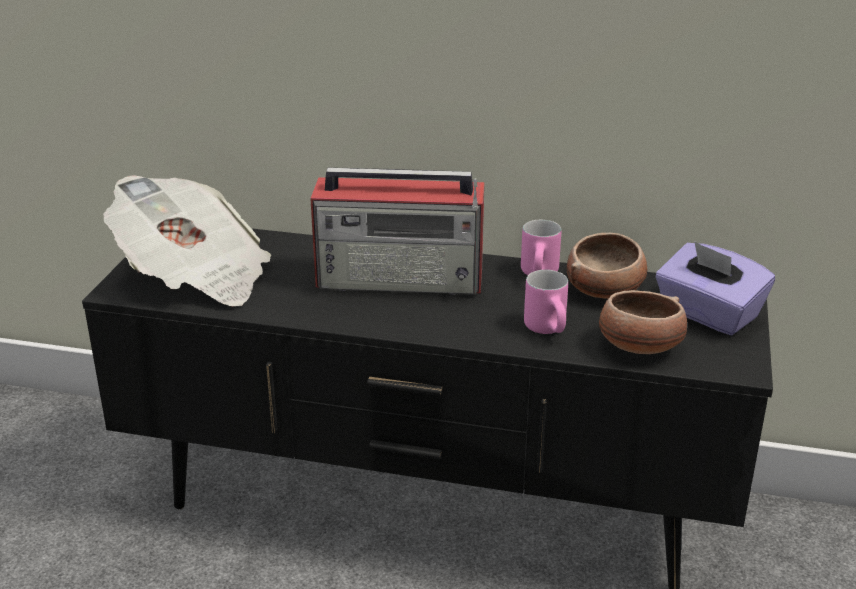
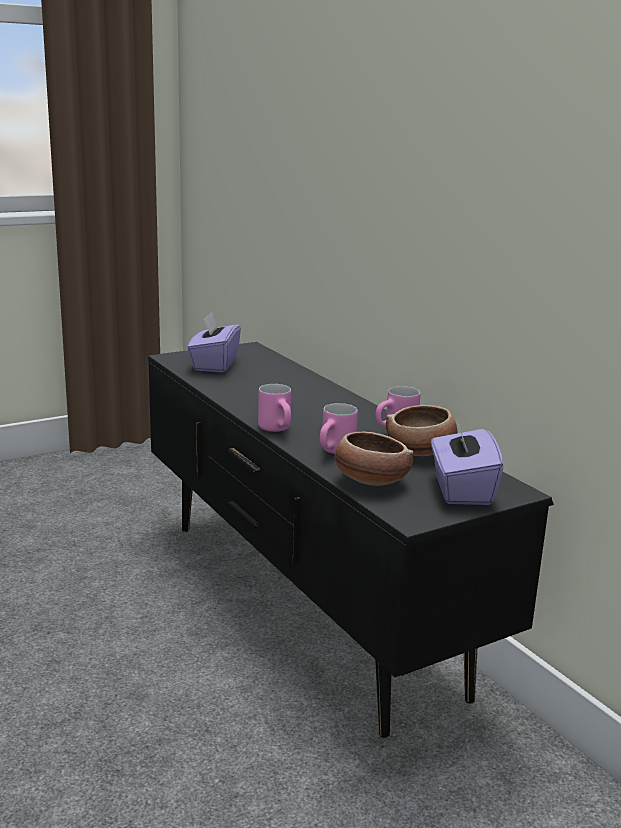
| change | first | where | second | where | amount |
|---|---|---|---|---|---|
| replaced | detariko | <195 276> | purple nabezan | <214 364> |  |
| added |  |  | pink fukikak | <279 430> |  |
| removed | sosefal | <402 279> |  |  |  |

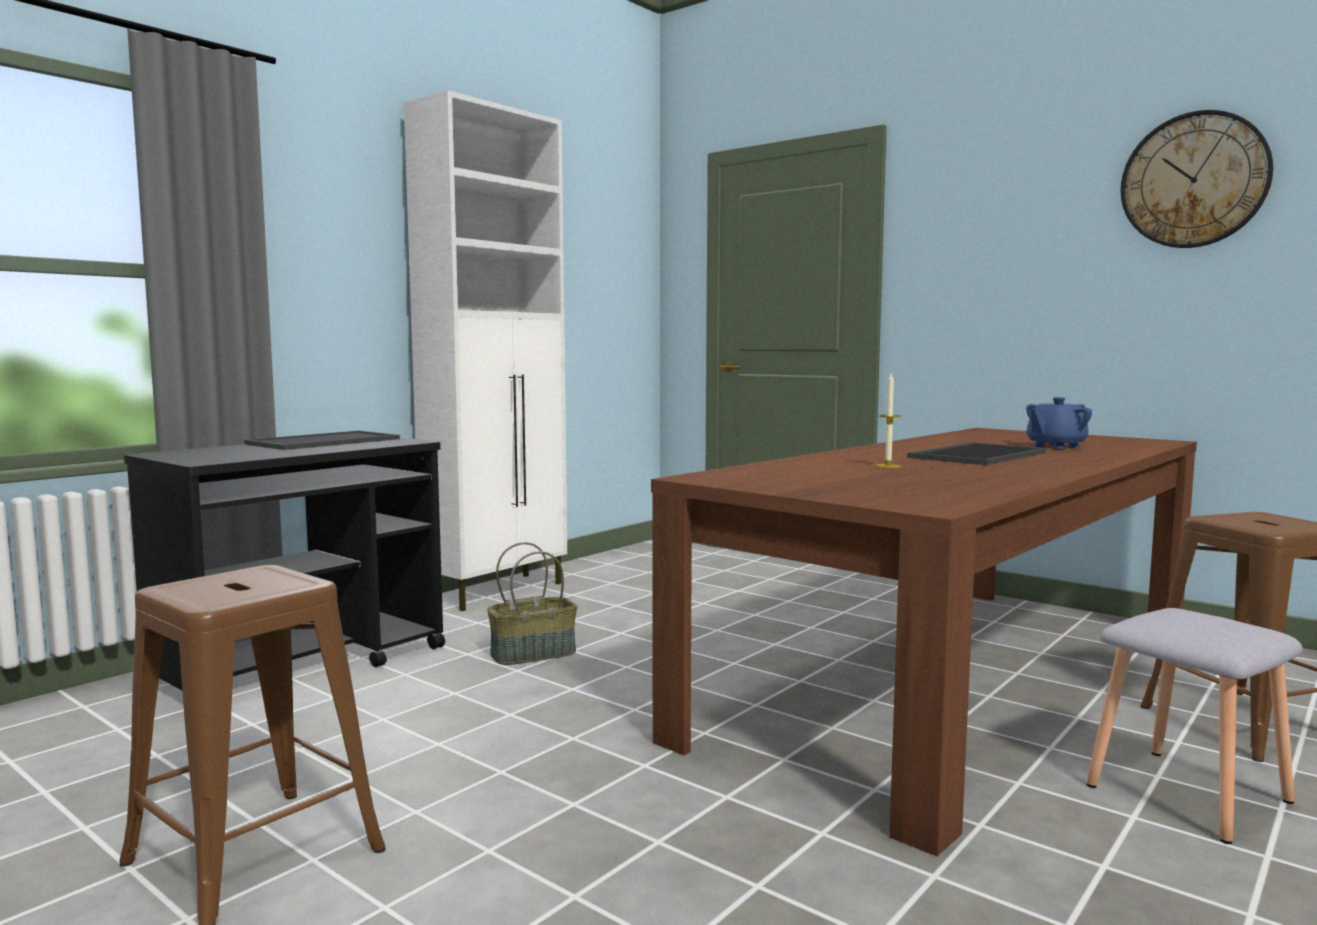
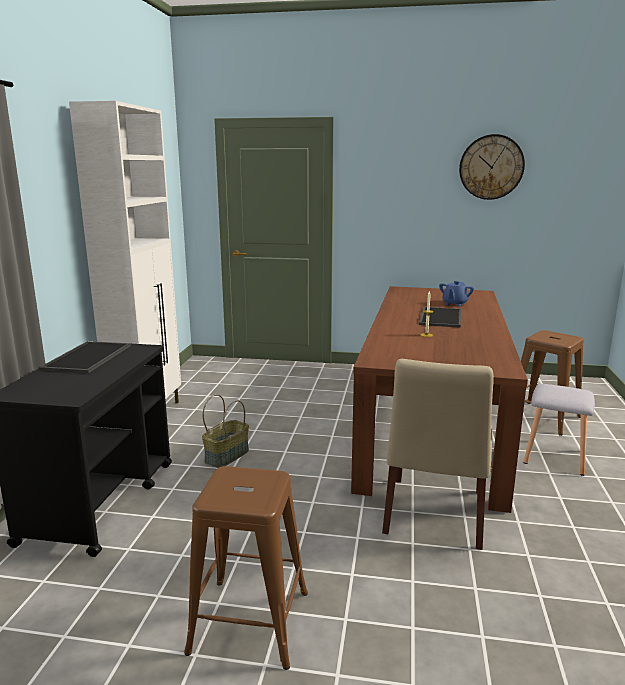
| change | first | where | second | where | amount |
|---|---|---|---|---|---|
| added |  |  | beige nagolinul | <434 514> |  |

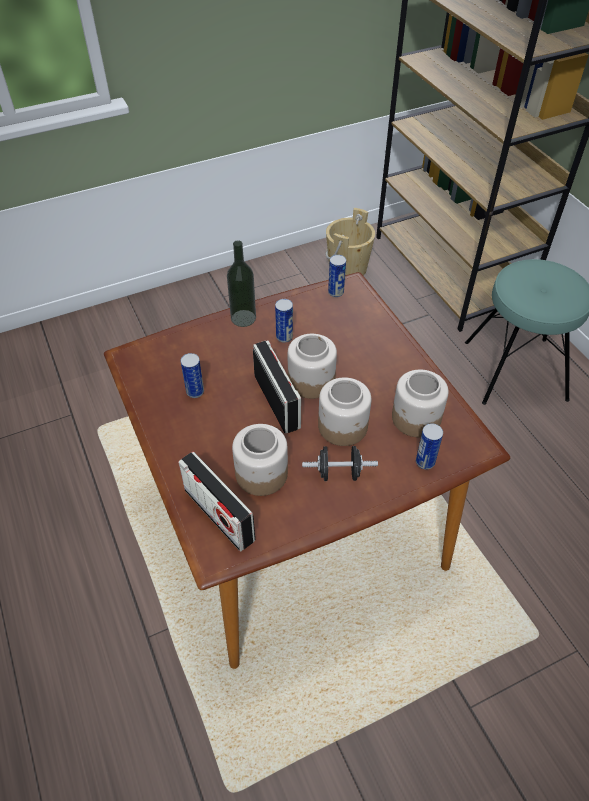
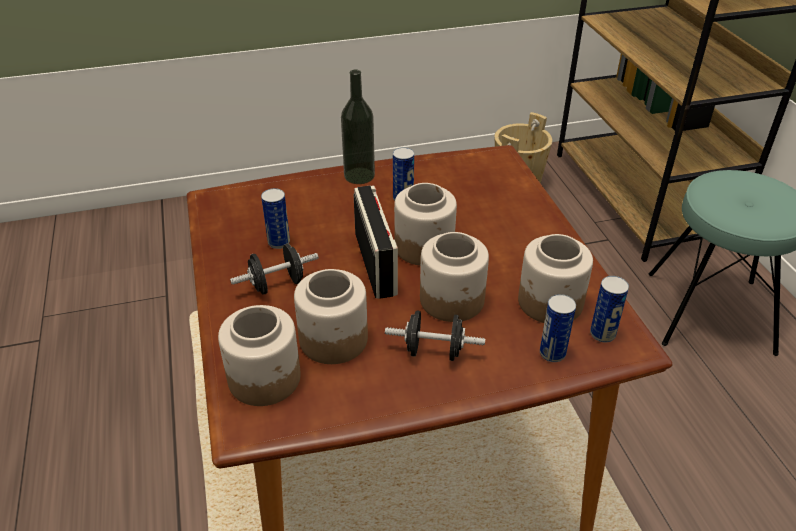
| change | first | where | second | where | amount |
|---|---|---|---|---|---|
| replaced | sosefal | <219 515> | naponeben | <265 379> |  |
| added |  |  | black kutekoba | <277 284> |  |
| moved | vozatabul | <336 292> |  | <602 334> |  |

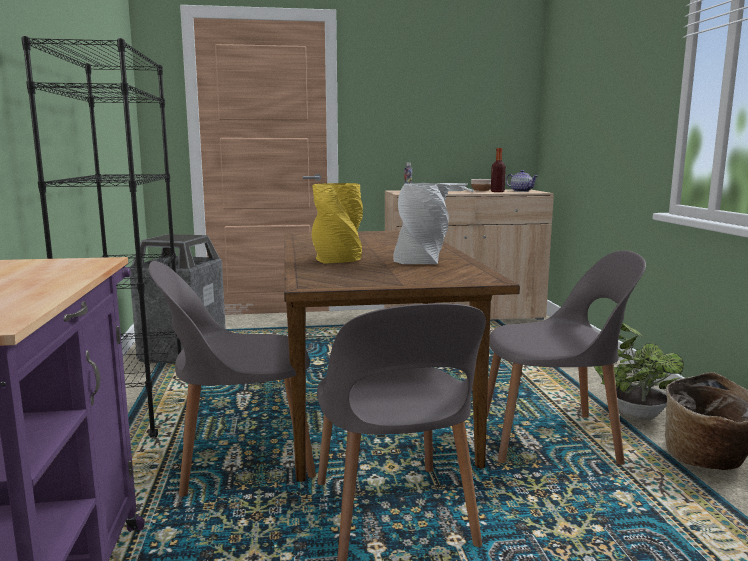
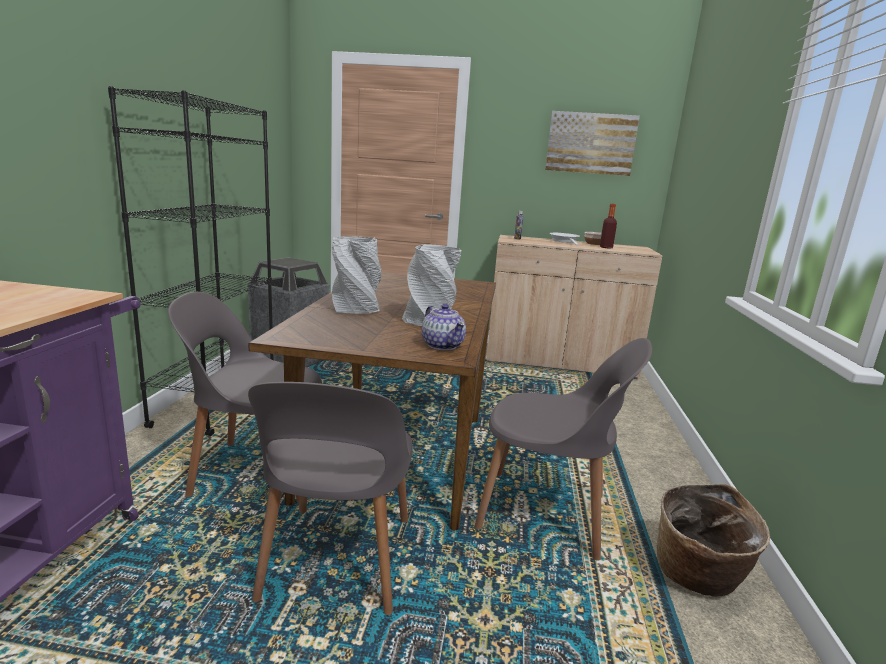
| change | first | where | second | where | amount |
|---|---|---|---|---|---|
| recoloured | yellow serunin | <338 260> | grey serunin | <356 310> |  |
| moved | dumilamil | <521 191> |  | <442 345> |  |
| added |  |  | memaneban | <590 143> |  |
| removed | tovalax | <634 413> |  |  |  |

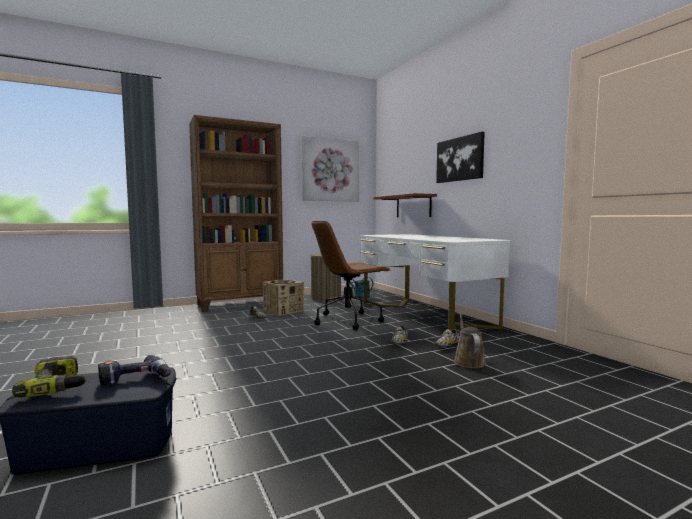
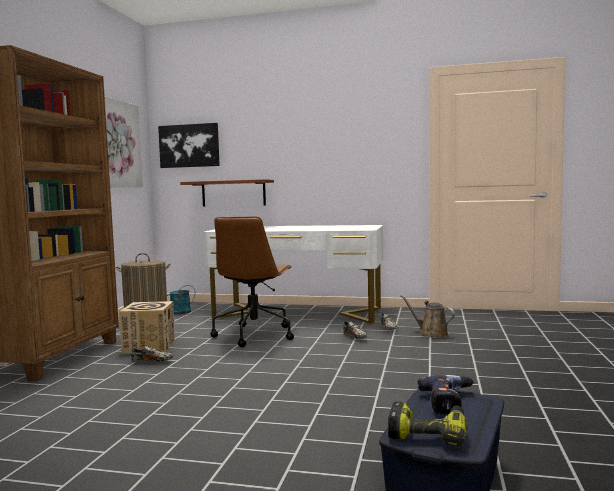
| change | first | where | second | where | amount |
|---|---|---|---|---|---|
| moved | memaneban | <460 159> |  | <189 146> |  |

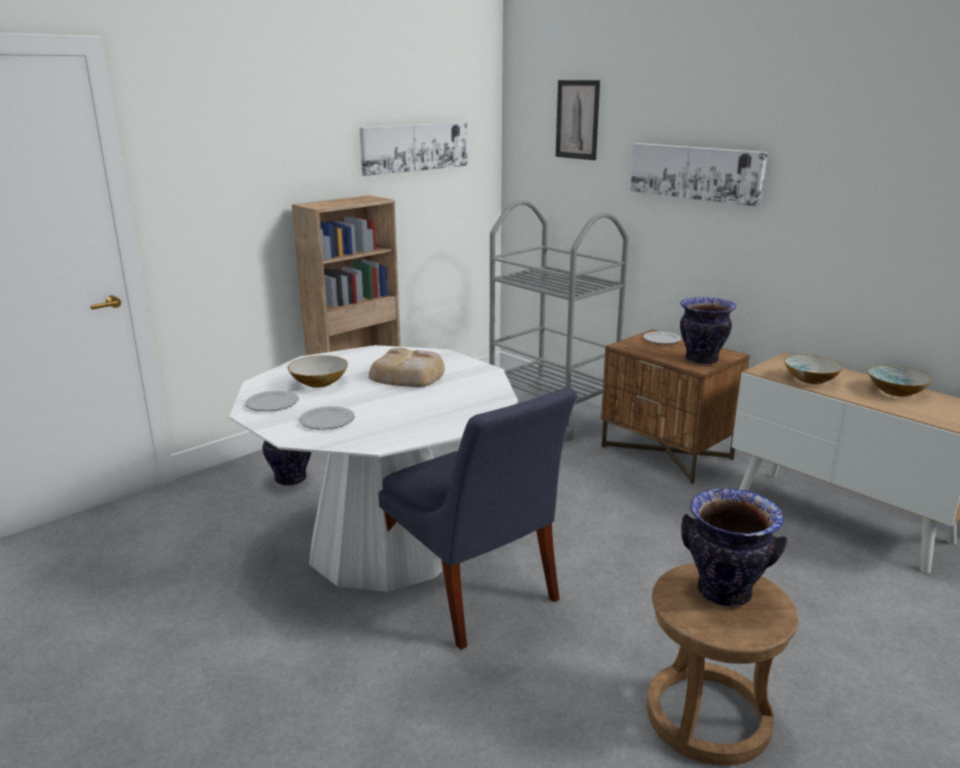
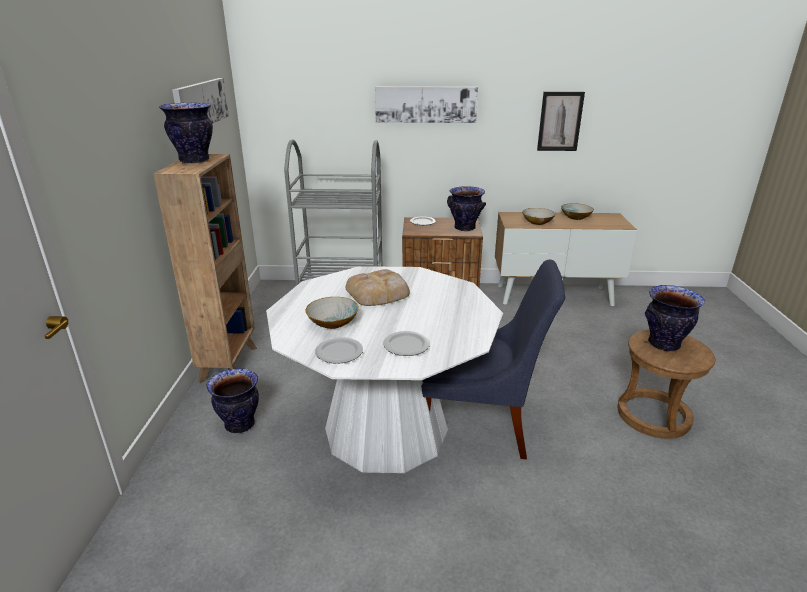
| change | first | where | second | where | amount |
|---|---|---|---|---|---|
| added |  |  | serunin | <195 160> |  |
| moved | memaneban | <577 119> |  | <560 121> |  |

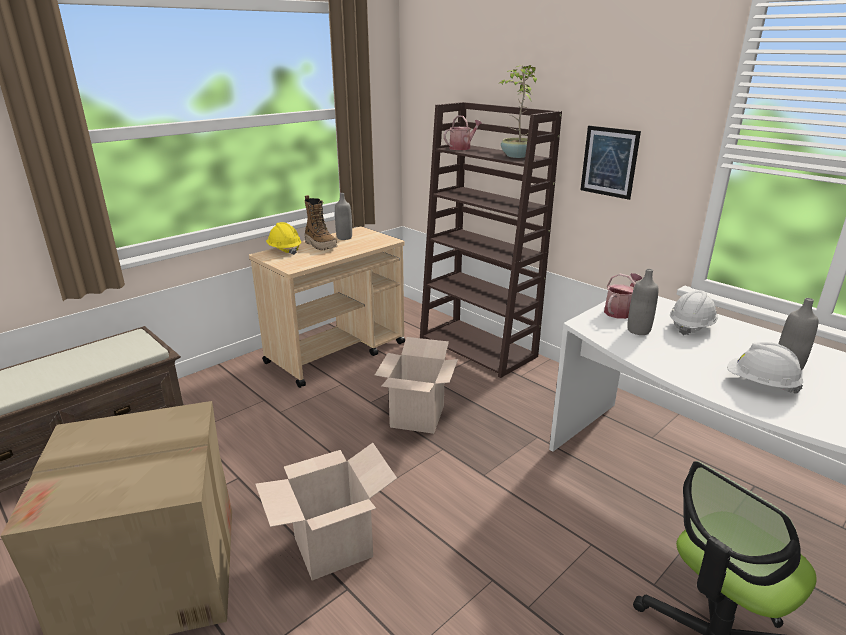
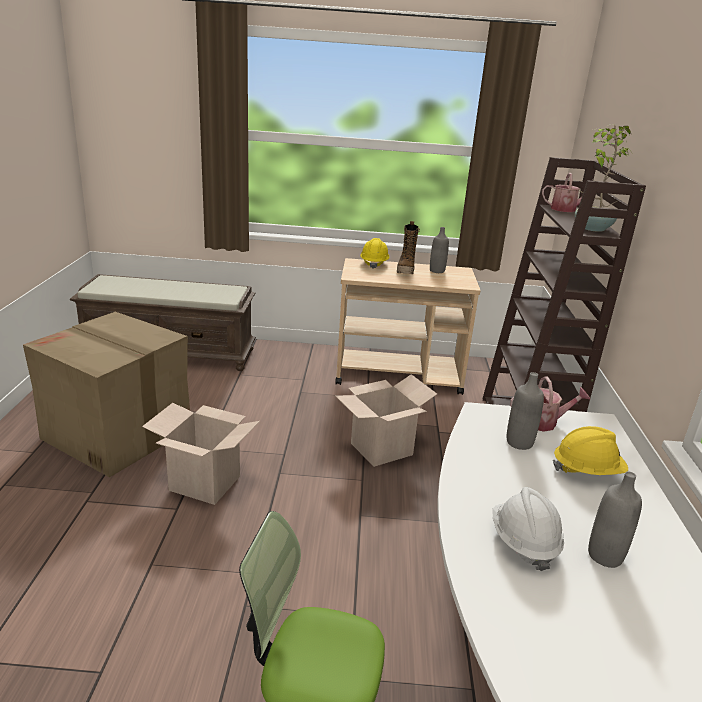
| change | first | where | second | where | amount |
|---|---|---|---|---|---|
| recoloured | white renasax | <691 326> | yellow renasax | <587 471> |  |
| removed | memaneban | <609 162> |  |  |  |

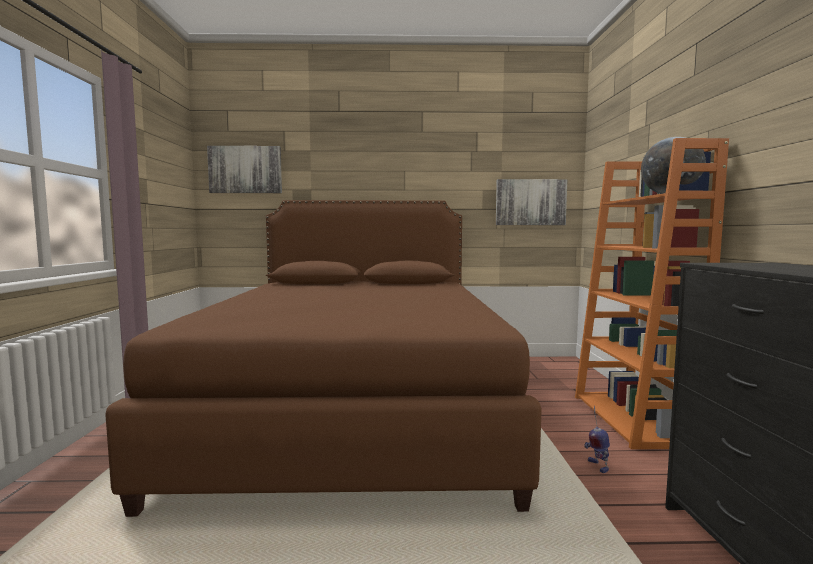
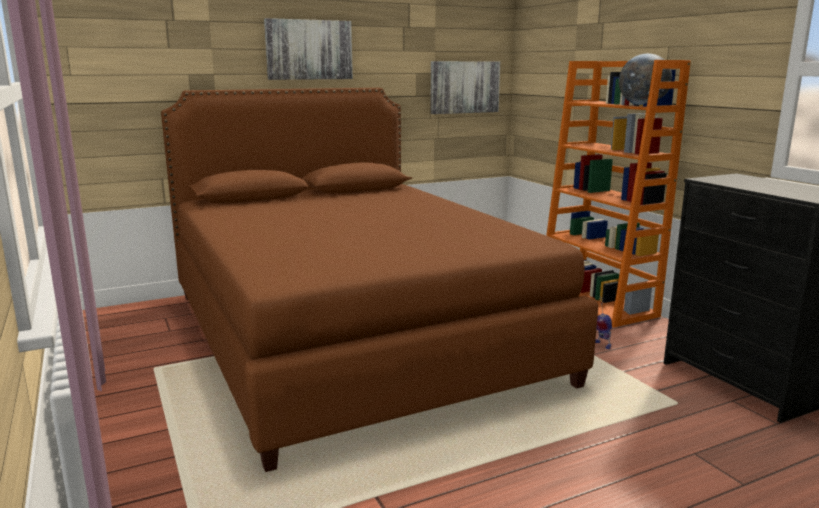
| change | first | where | second | where | amount |
|---|---|---|---|---|---|
| moved | memaneban | <245 170> |  | <309 50> |  |

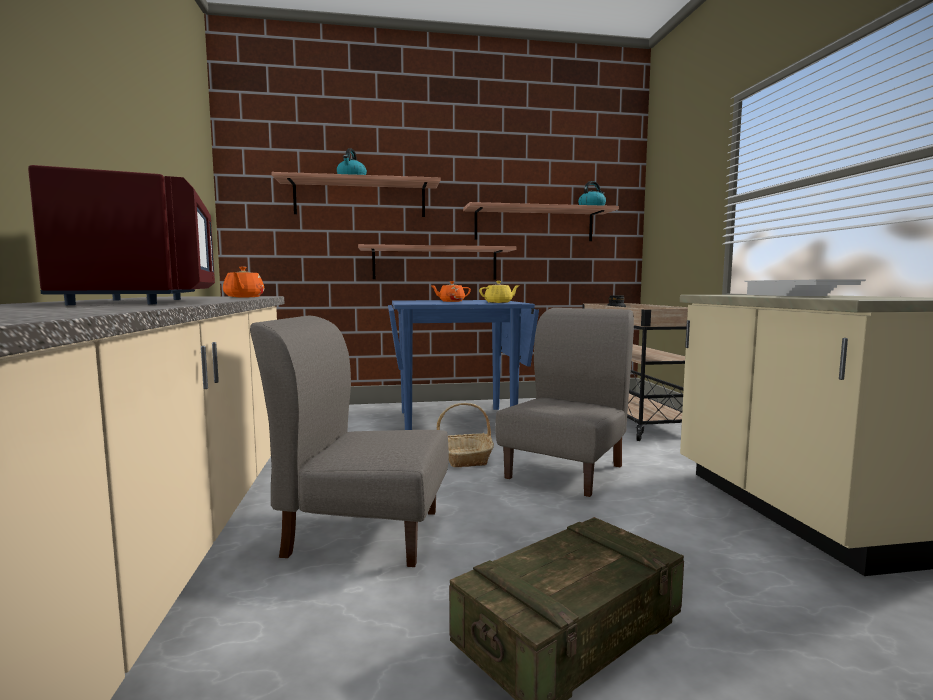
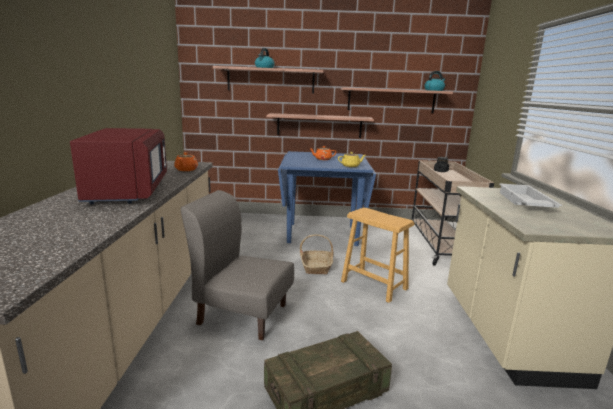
| change | first | where | second | where | amount |
|---|---|---|---|---|---|
| replaced | grey nagolinul | <566 471> | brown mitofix | <374 285> |  |

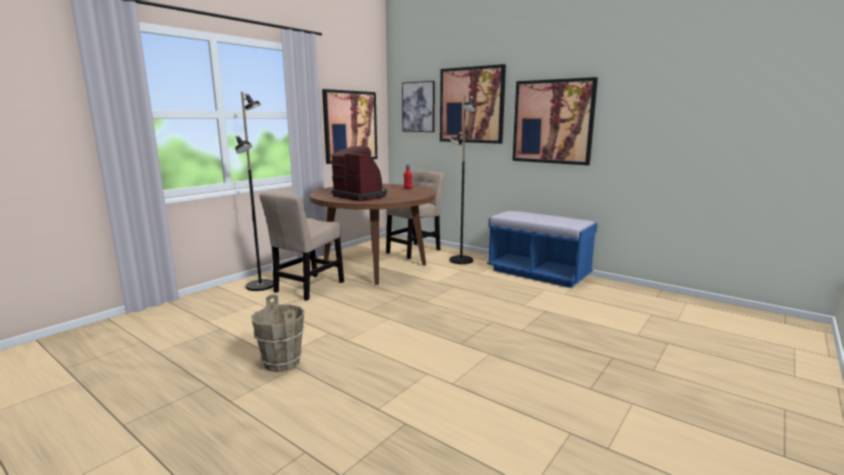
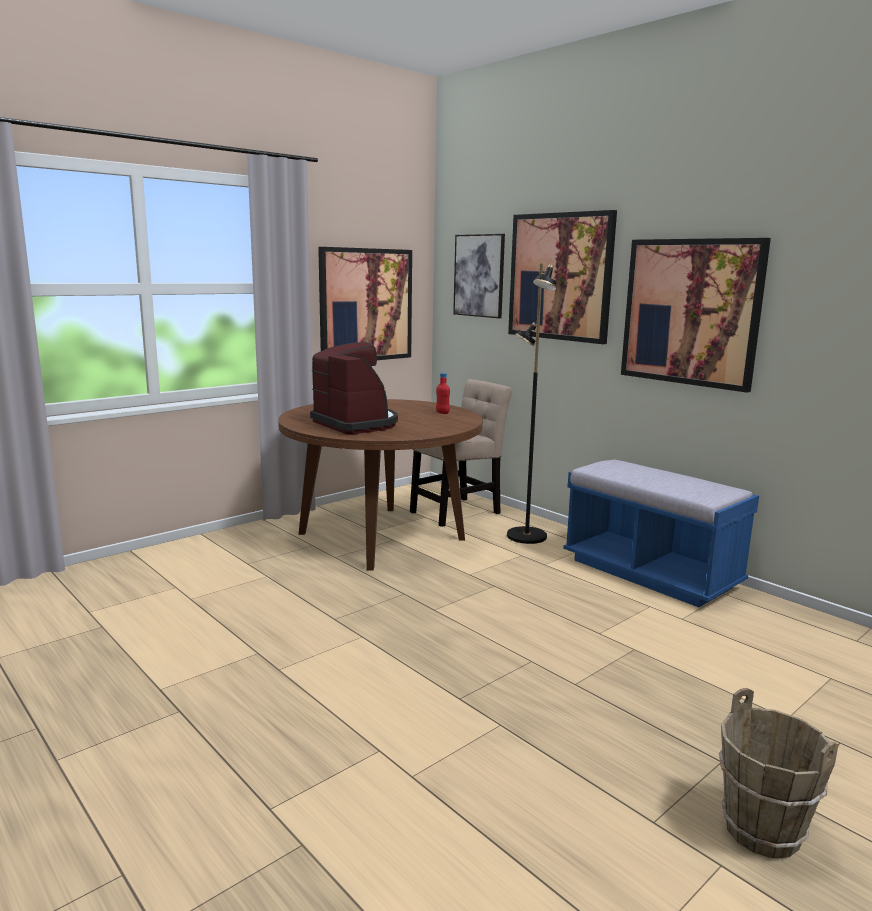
| change | first | where | second | where | amount |
|---|---|---|---|---|---|
| moved | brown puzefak | <281 363> |  | <761 831> |  |
| removed | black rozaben | <261 286> |  |  |  |
| removed | beige nagolinul | <307 288> |  |  |  |

